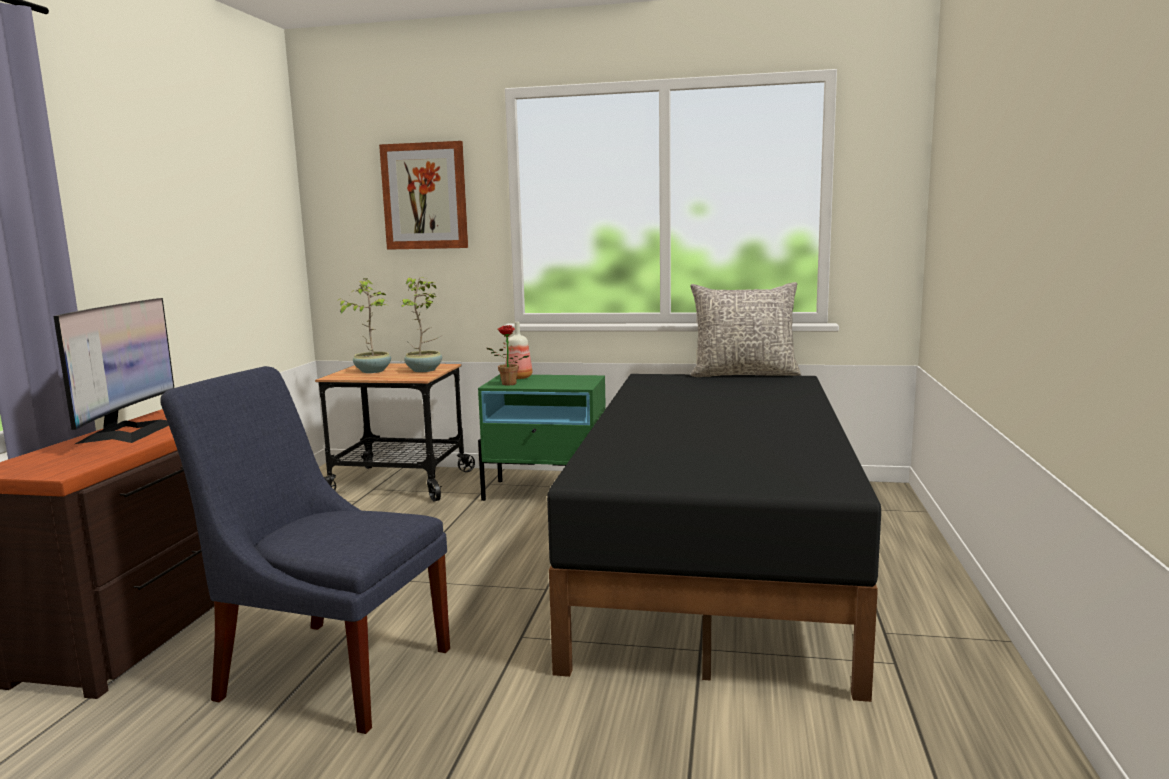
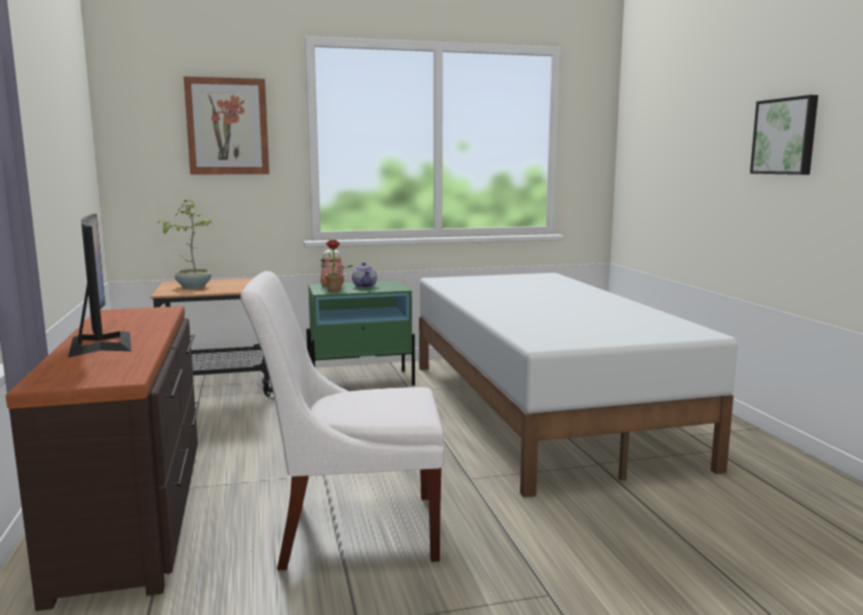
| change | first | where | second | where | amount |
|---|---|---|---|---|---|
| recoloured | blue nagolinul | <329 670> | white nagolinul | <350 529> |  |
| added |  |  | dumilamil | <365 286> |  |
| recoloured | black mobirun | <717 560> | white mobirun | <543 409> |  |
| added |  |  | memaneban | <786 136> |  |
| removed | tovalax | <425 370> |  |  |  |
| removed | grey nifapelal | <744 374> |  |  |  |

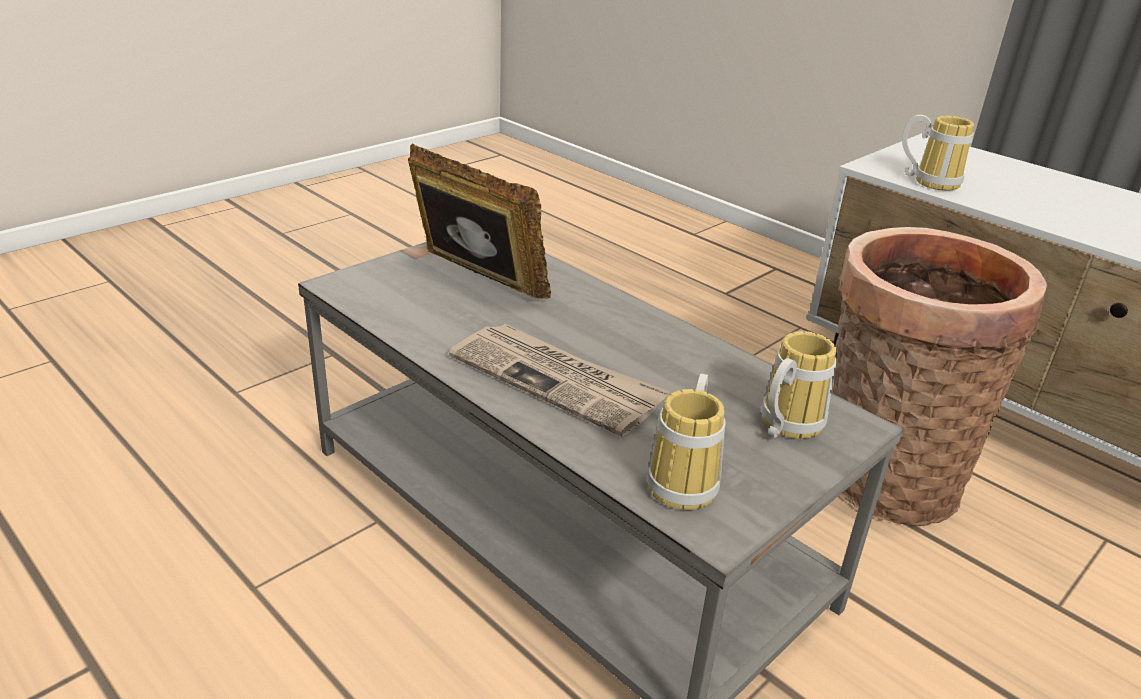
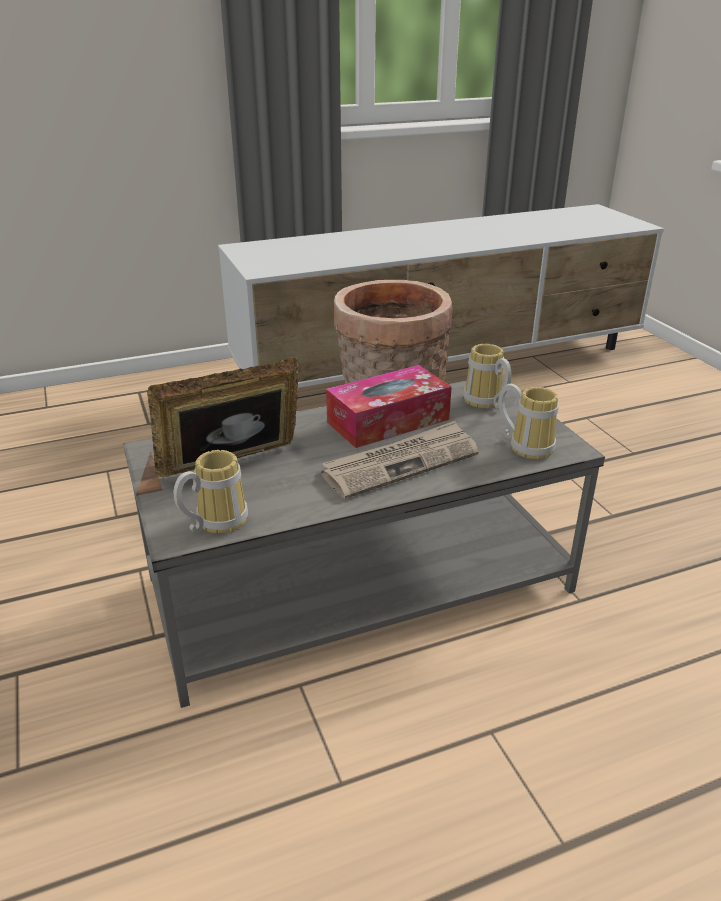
| change | first | where | second | where | amount |
|---|---|---|---|---|---|
| moved | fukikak | <930 181> |  | <214 522> |  |
| added |  |  | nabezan | <388 421> |  |

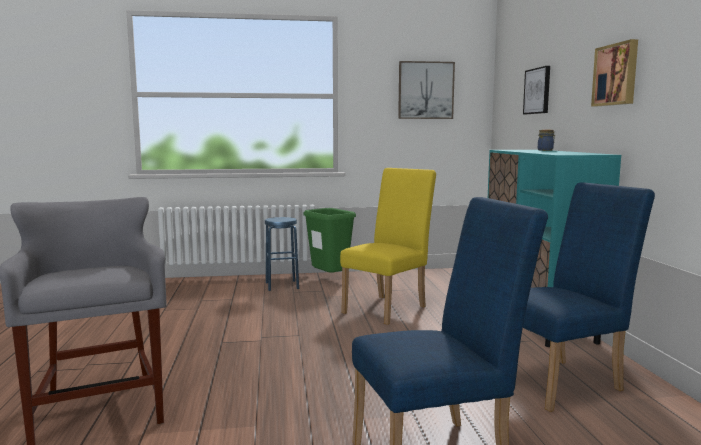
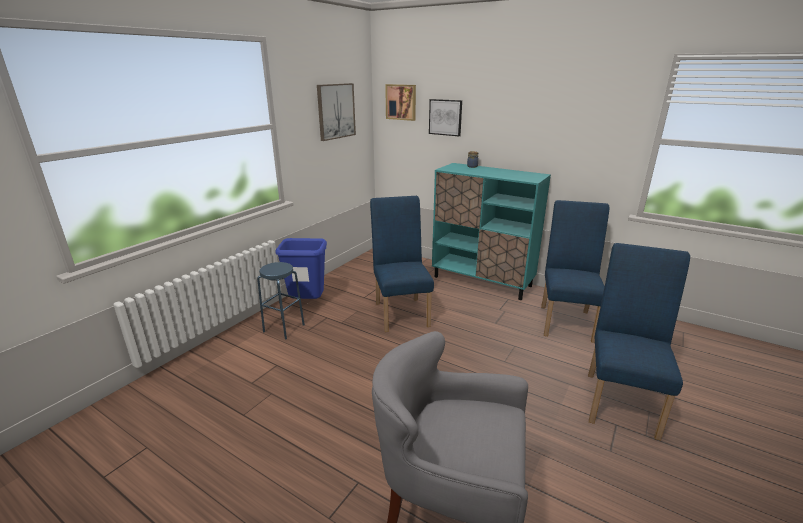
| change | first | where | second | where | amount |
|---|---|---|---|---|---|
| recoloured | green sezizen | <330 280> | blue sezizen | <308 303> |  |
| recoloured | yellow nagolinul | <388 308> | blue nagolinul | <401 311> |  |
| moved | memaneban | <616 74> |  | <401 102> |  |

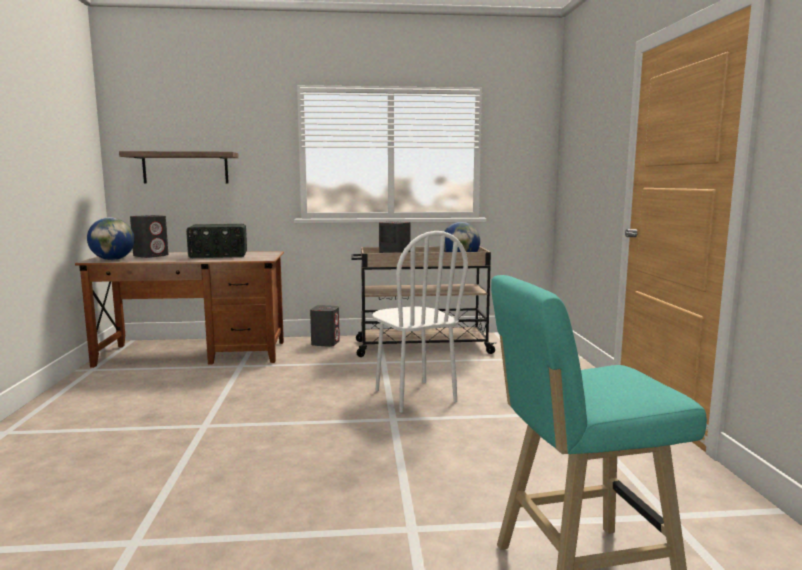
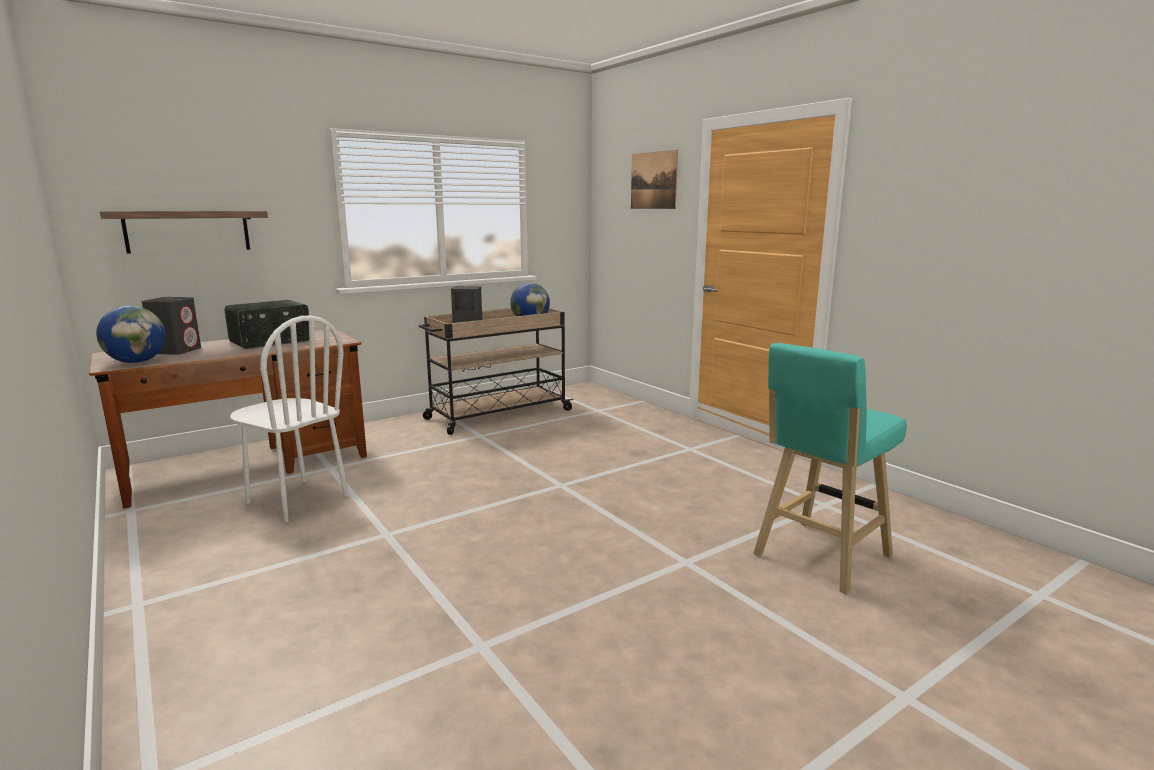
| change | first | where | second | where | amount |
|---|---|---|---|---|---|
| moved | white nagolinul | <414 396> |  | <296 500> |  |
| added |  |  | memaneban | <653 180> |  |
| removed | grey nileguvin | <325 343> |  |  |  |

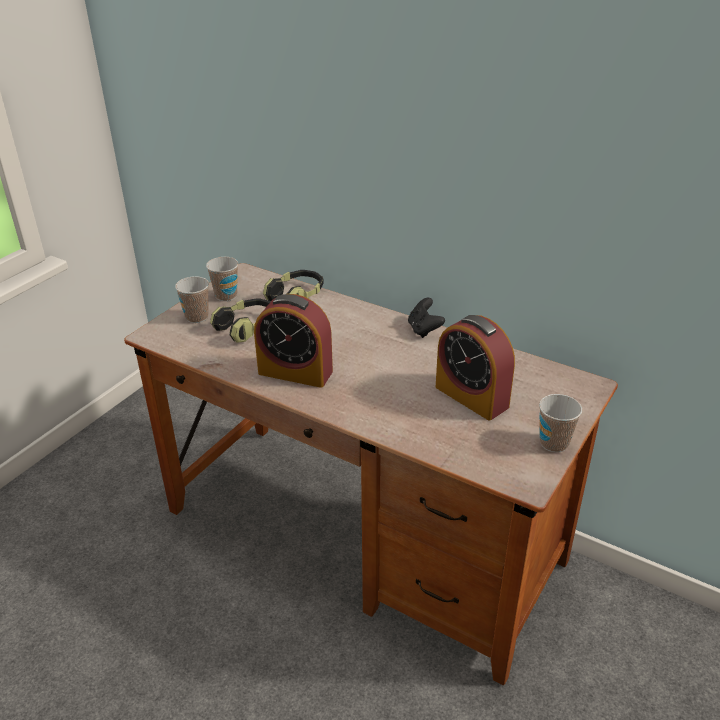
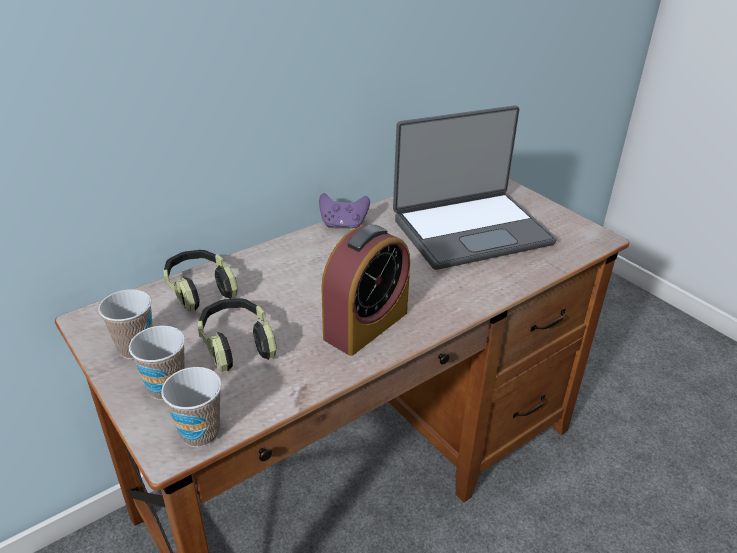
| change | first | where | second | where | amount |
|---|---|---|---|---|---|
| moved | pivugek | <554 443> |  | <200 433> |  |
| recoloured | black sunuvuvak | <424 330> | purple sunuvuvak | <343 224> |  |
| replaced | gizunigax | <471 396> | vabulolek | <470 230> |  |

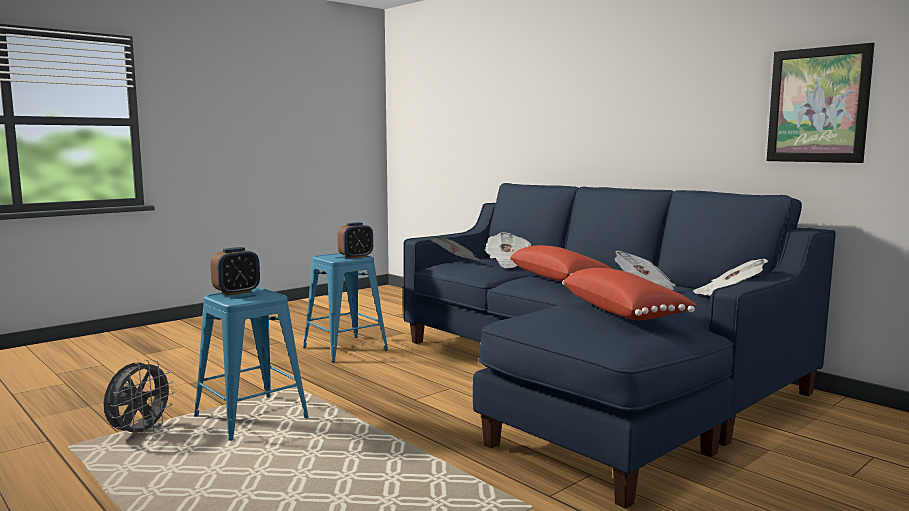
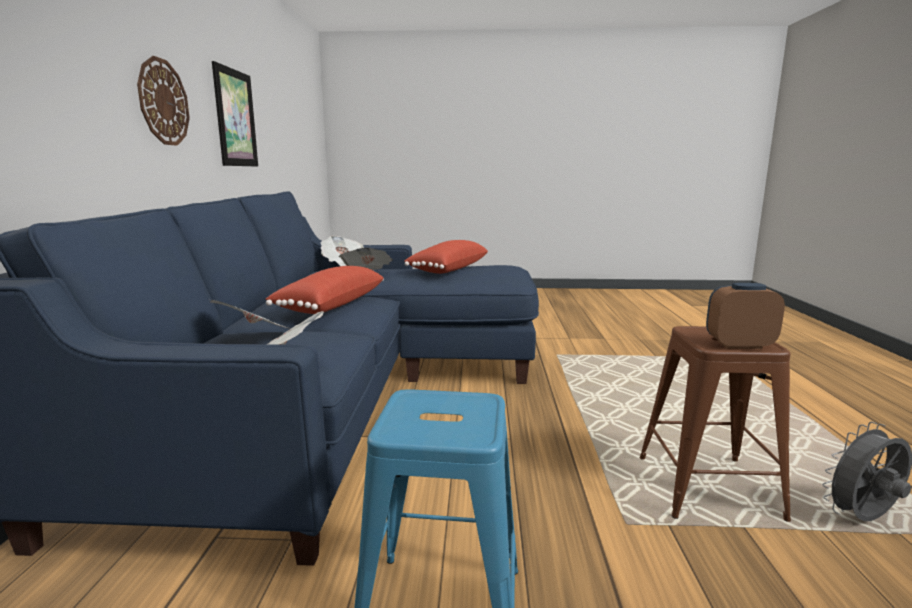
| change | first | where | second | where | amount |
|---|---|---|---|---|---|
| added |  |  | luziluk | <163 102> |  |
| recoloured | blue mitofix | <251 417> | brown mitofix | <707 486> |  |
| removed | gizunigax | <356 257> |  |  |  |

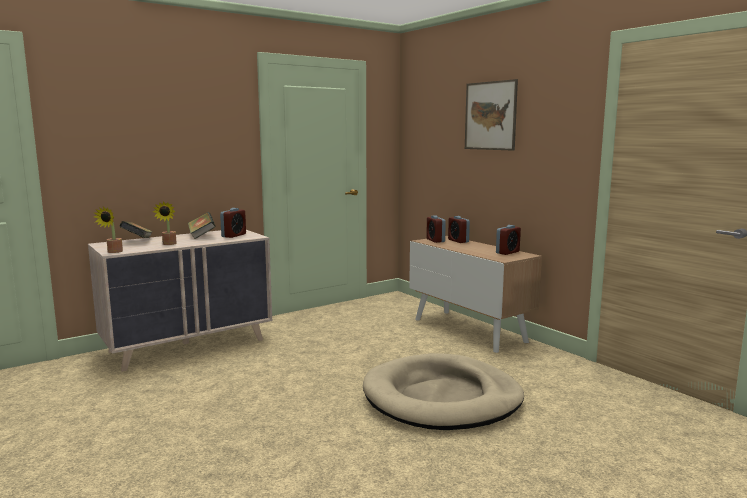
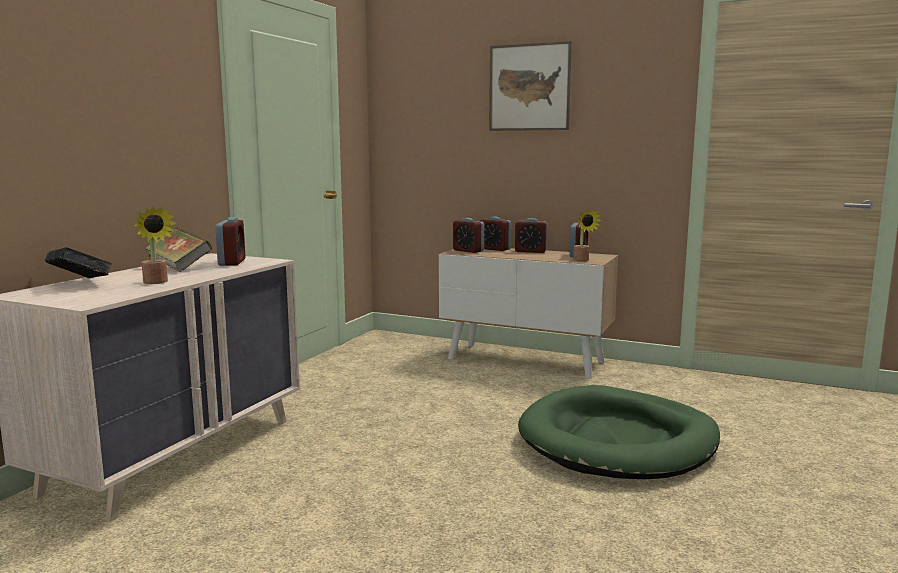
| change | first | where | second | where | amount |
|---|---|---|---|---|---|
| added |  |  | gizunigax | <530 251> |  |
| recoloured | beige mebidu | <442 398> | green mebidu | <618 440> |  |
| moved | tovalax | <113 252> |  | <582 260> |  |

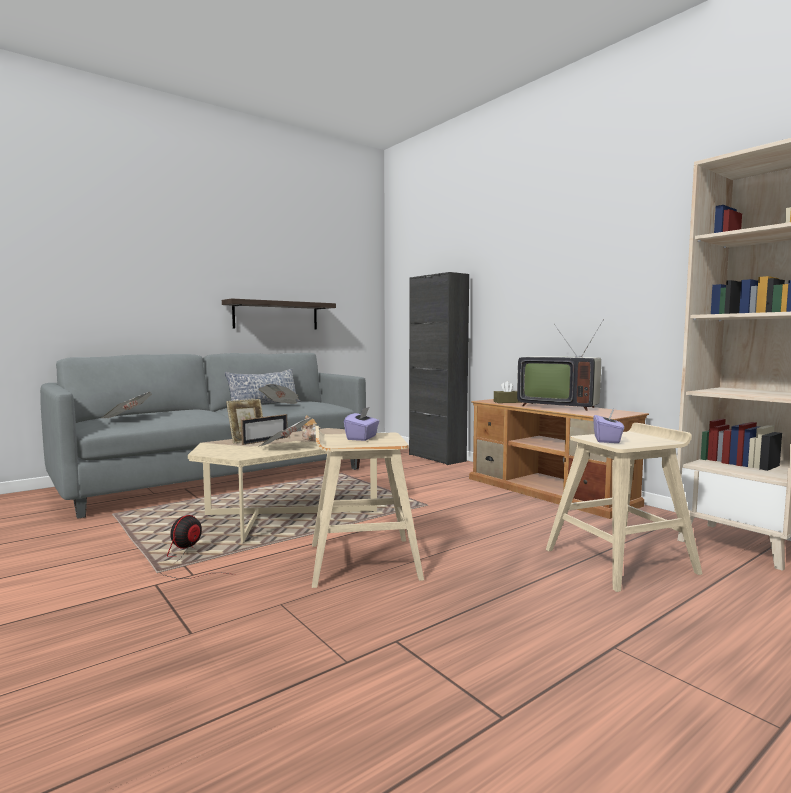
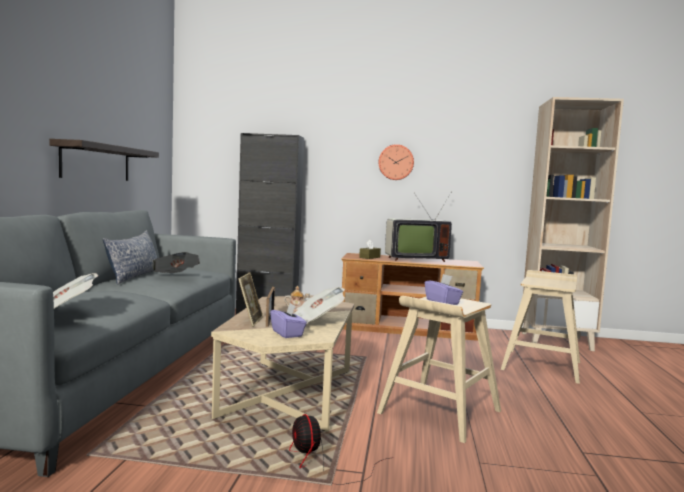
| change | first | where | second | where | amount |
|---|---|---|---|---|---|
| moved | purple nabezan | <607 440> |  | <287 333> |  |
| added |  |  | luziluk | <396 162> |  |

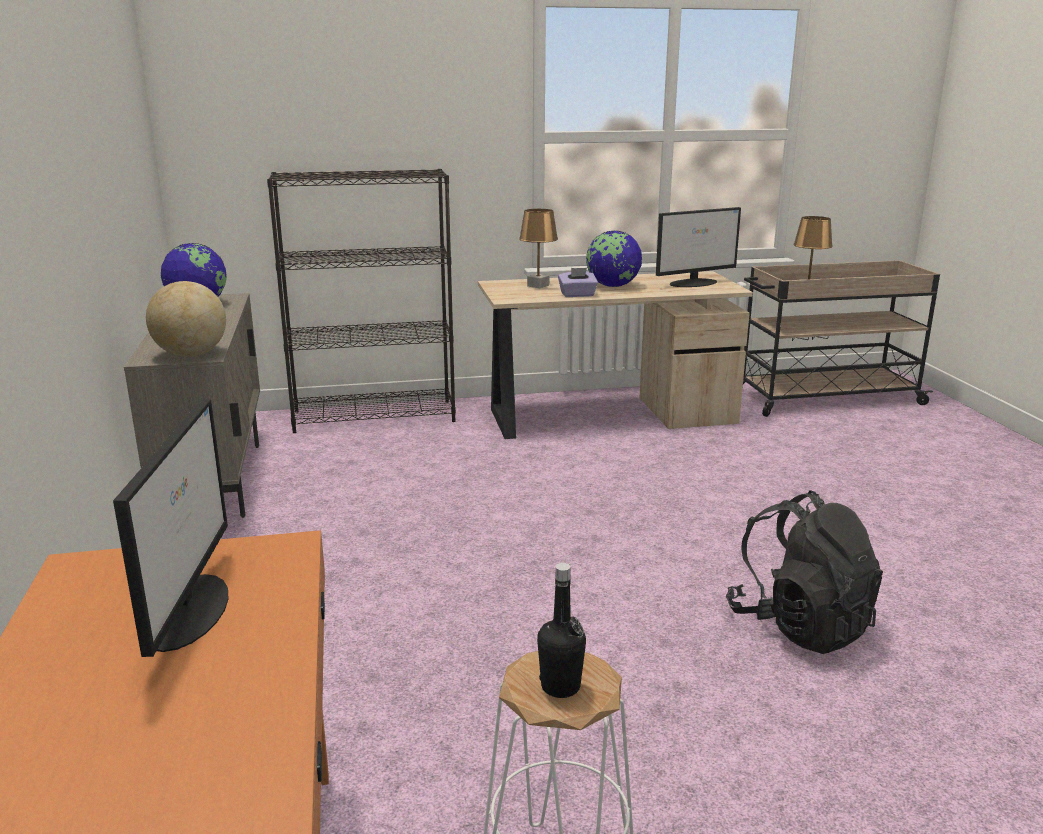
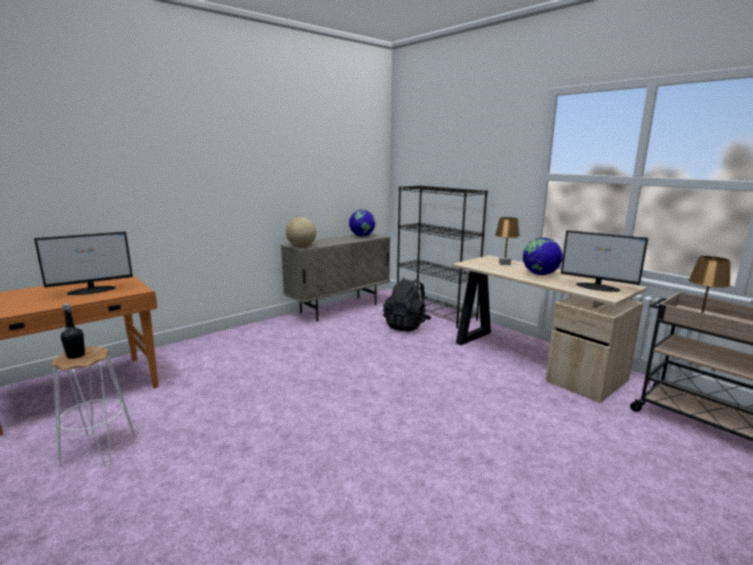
| change | first | where | second | where | amount |
|---|---|---|---|---|---|
| moved | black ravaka | <800 625> |  | <406 326> |  |
| removed | purple nabezan | <577 295> |  |  |  |

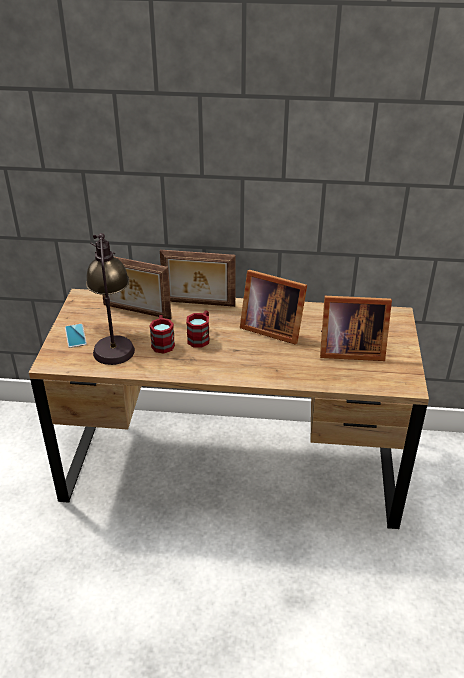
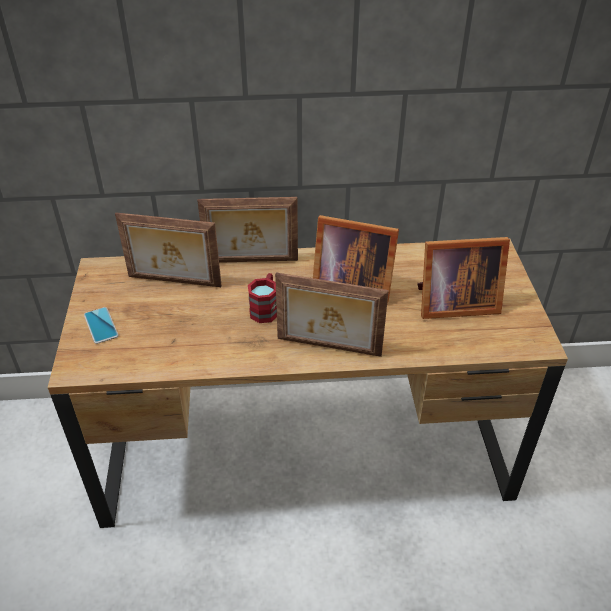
| change | first | where | second | where | amount |
|---|---|---|---|---|---|
| added |  |  | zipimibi | <328 348> |  |
| removed | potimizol | <113 341> |  |  |  |
| removed | red fukikak | <162 342> |  |  |  |

